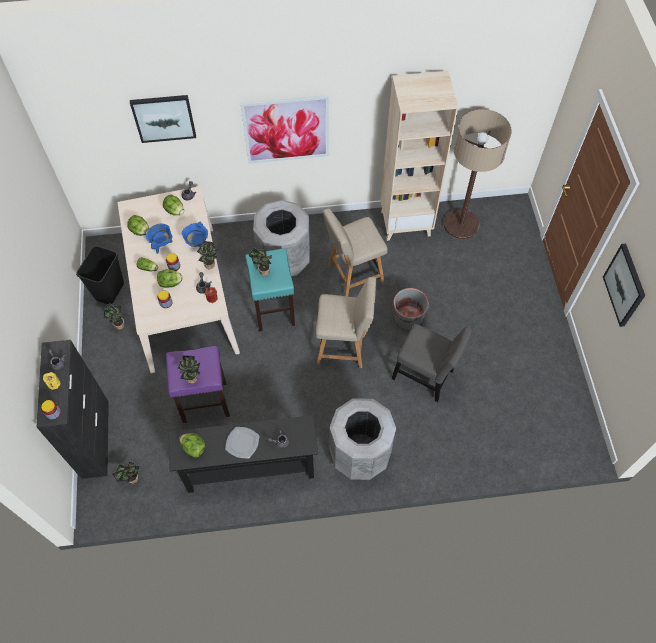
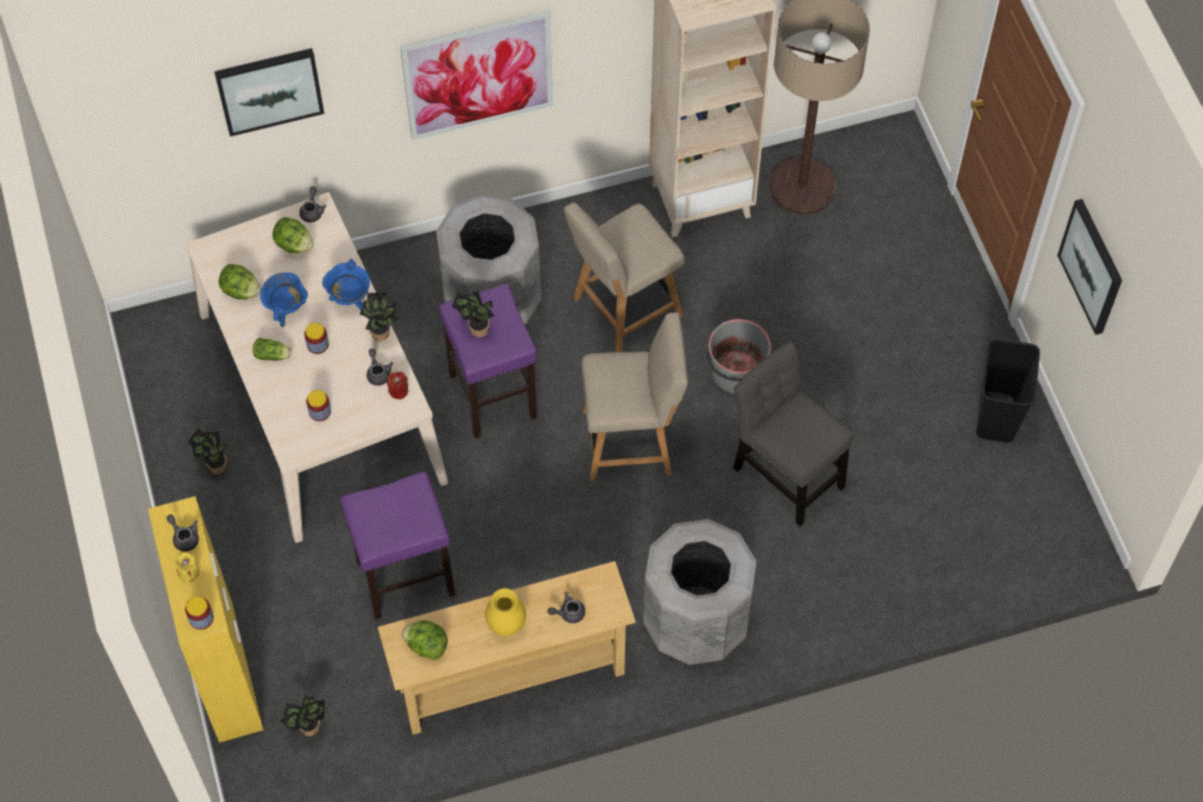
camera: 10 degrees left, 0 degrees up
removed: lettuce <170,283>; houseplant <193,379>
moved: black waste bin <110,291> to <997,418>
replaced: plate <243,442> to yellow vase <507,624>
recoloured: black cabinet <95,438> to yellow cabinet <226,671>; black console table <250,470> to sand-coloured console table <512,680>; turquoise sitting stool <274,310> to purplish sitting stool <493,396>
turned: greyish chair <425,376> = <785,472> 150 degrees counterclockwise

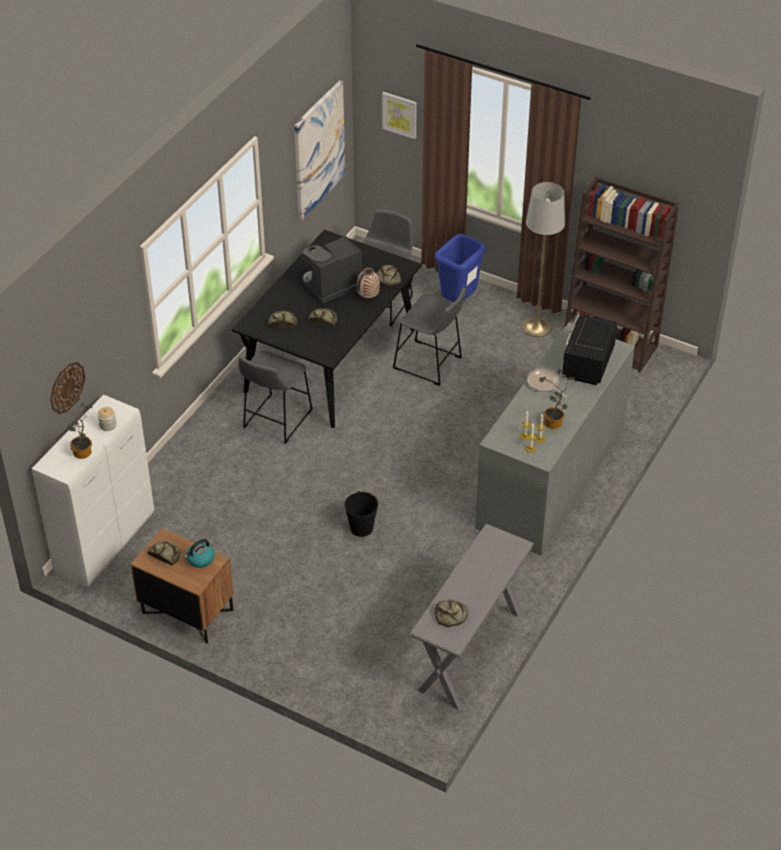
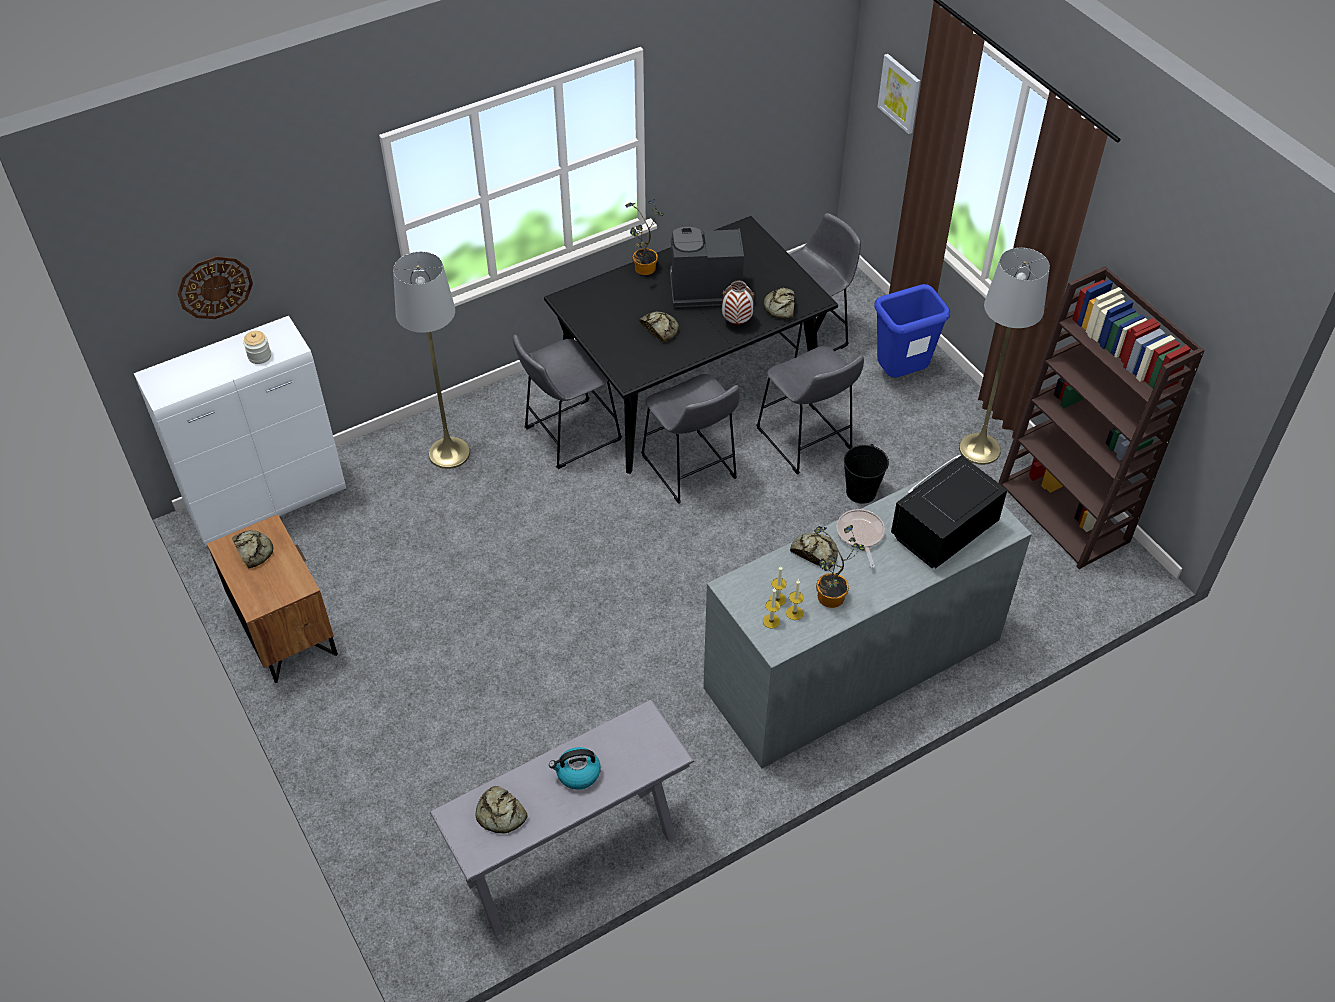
camera: 30 degrees right, 5 degrees up
removed: picture <318,150>
added: greyish standing lamp <449,453>; greyish sitting stool <690,471>
moved: kettle <200,559> to <577,773>; houseplant <82,454> to <644,270>; bakery bread <282,322> to <815,552>; black bucket <361,528> to <860,492>

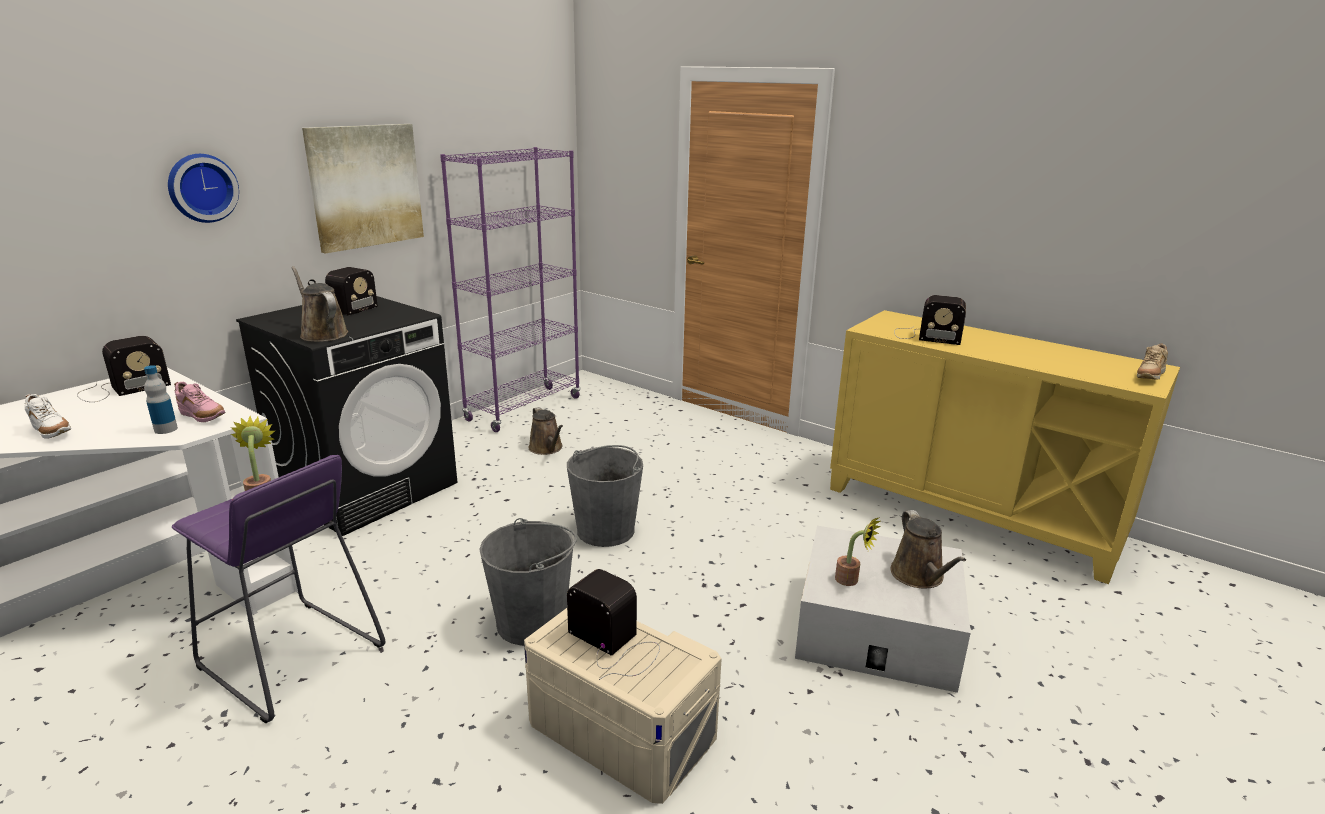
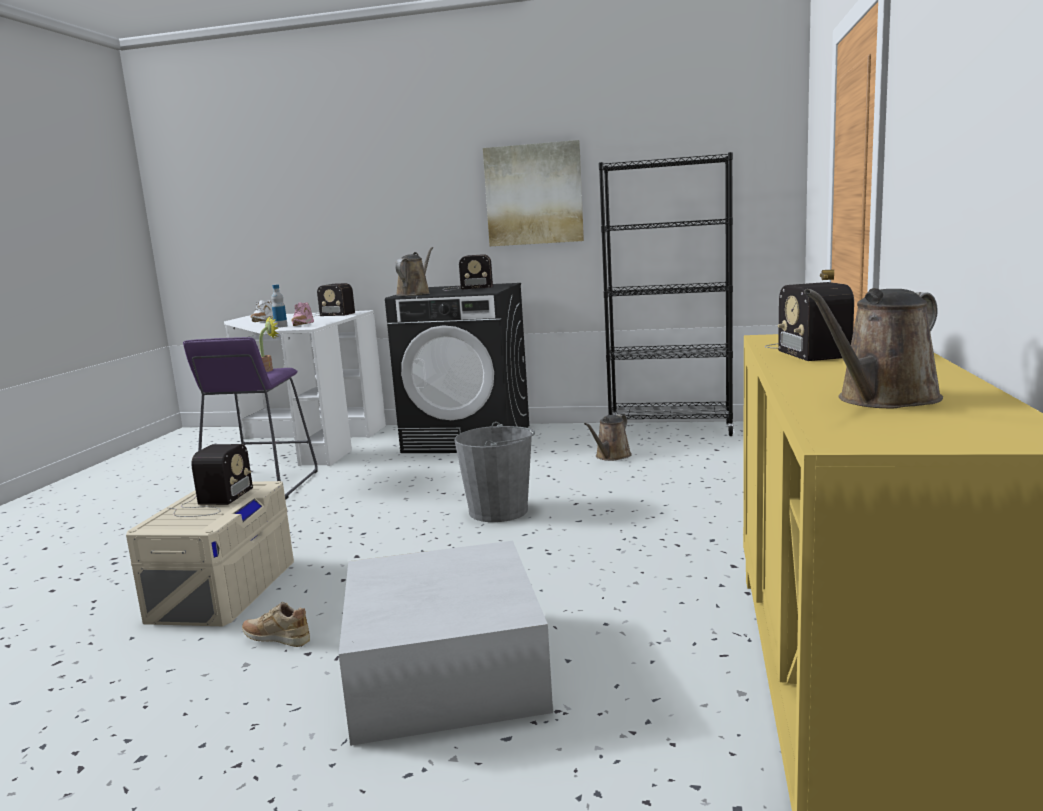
camera: 65 degrees right, 10 degrees down
removed: wall clock <201,187>; greyish bucket <532,622>; houseplant <851,580>
moved: sand-coloured shoe <1149,377> to <277,640>; brownish watering pot <919,576> to <882,400>
recoloured: purplish bookcase <524,409> to black bookcase <670,430>

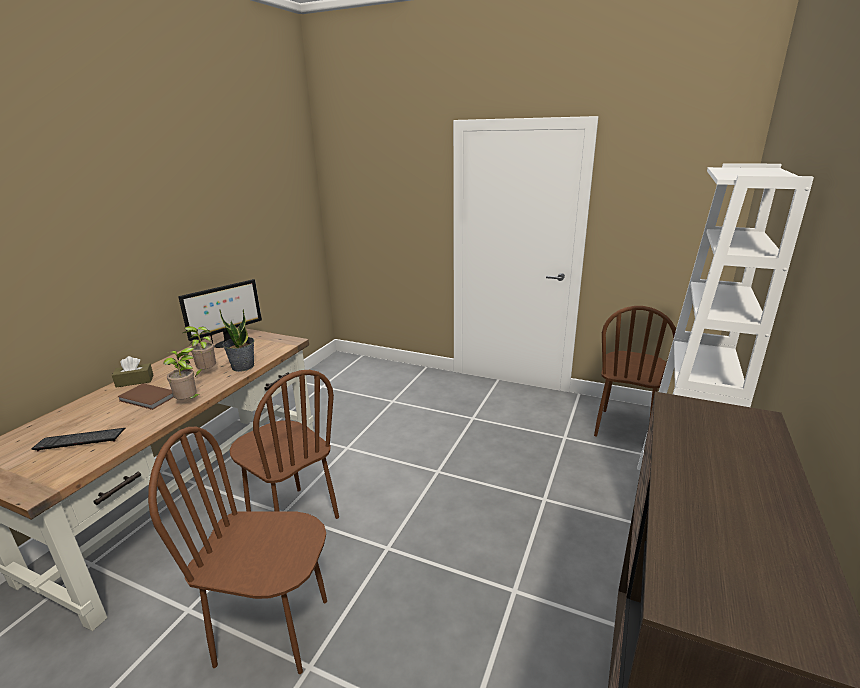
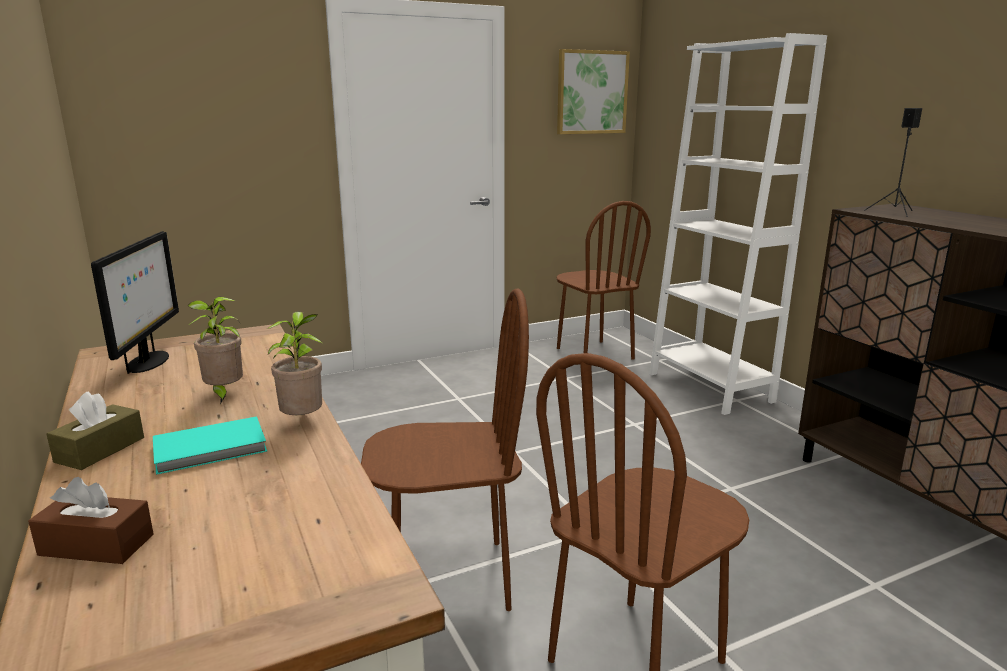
camera: 50 degrees left, 5 degrees down
removed: PC keyboard <80,440>; houseplant <243,366>
added: brownish box of tissues <96,545>; picture <591,92>; black loudspeaker <894,212>
recoloured: brownish bound book <148,398> to turquoise bound book <212,449>

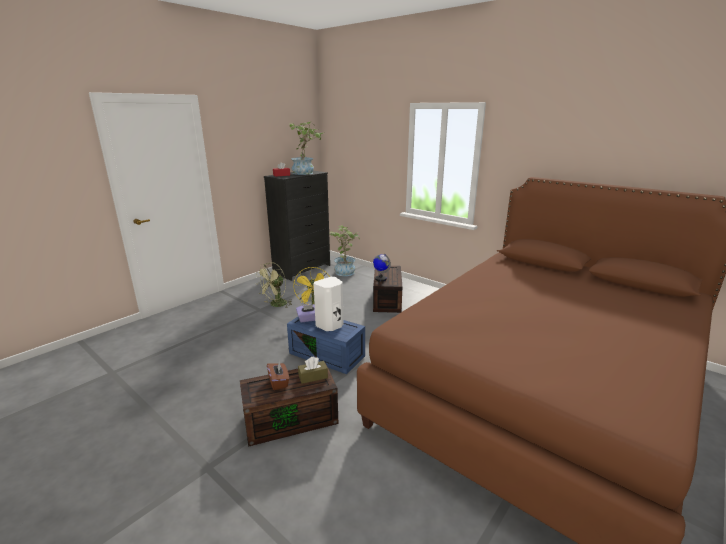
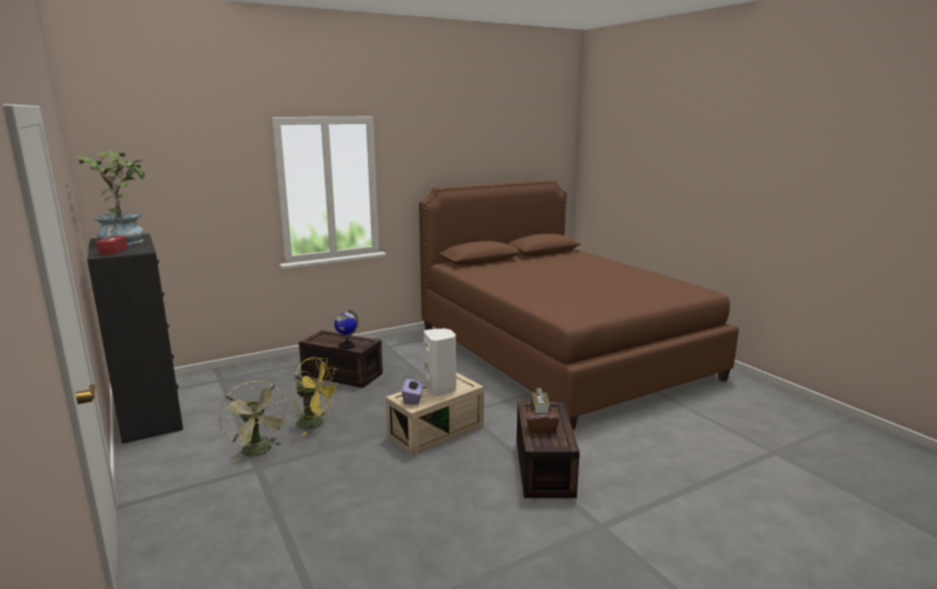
camera: 70 degrees left, 5 degrees down
removed: houseplant <345,271>
recoloured: bluish storage bin <328,354> to sand-coloured storage bin <436,430>

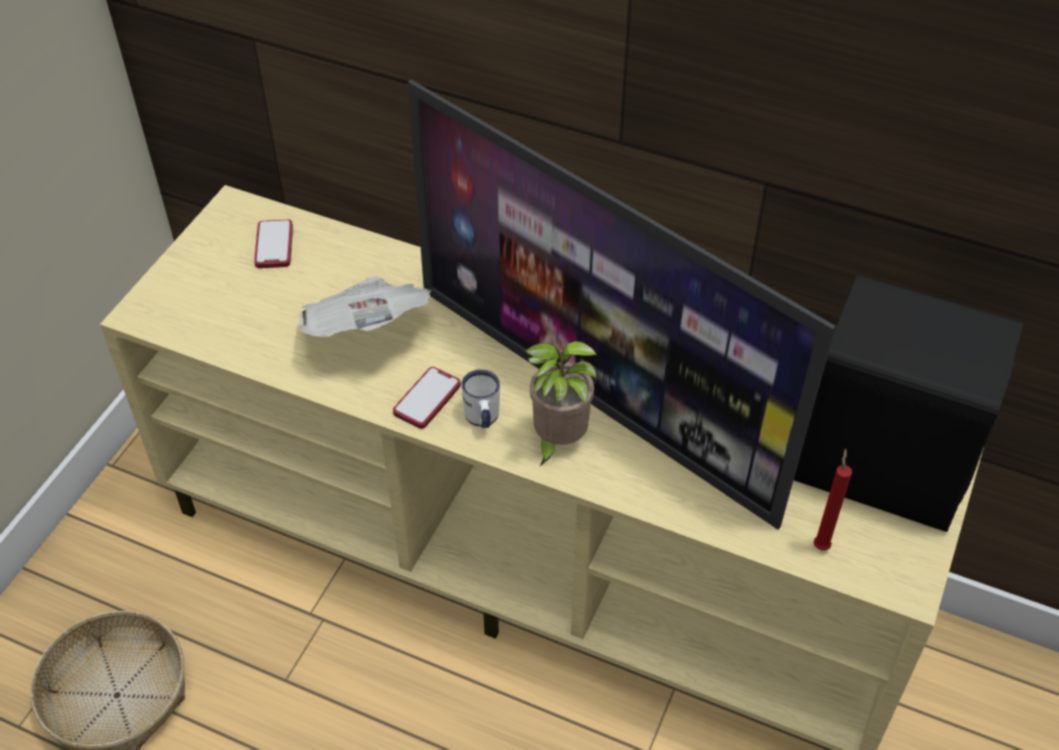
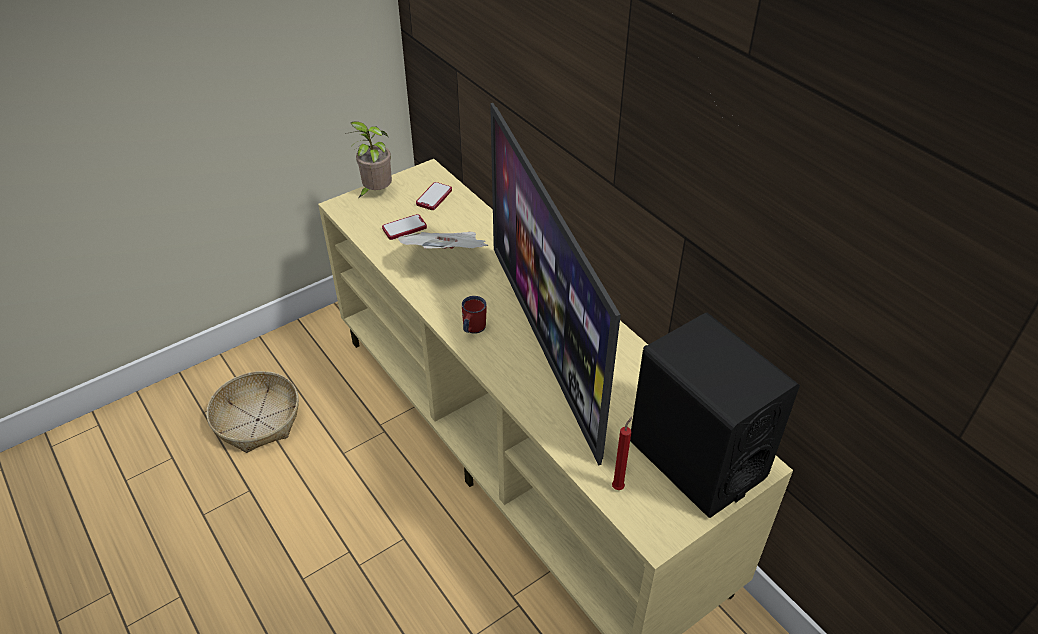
camera: 30 degrees right, 5 degrees down
moved: houseplant <557,441> to <376,192>; telephone <427,399> to <404,228>
recoloured: white coffee mug <482,419> to reddish coffee mug <472,329>

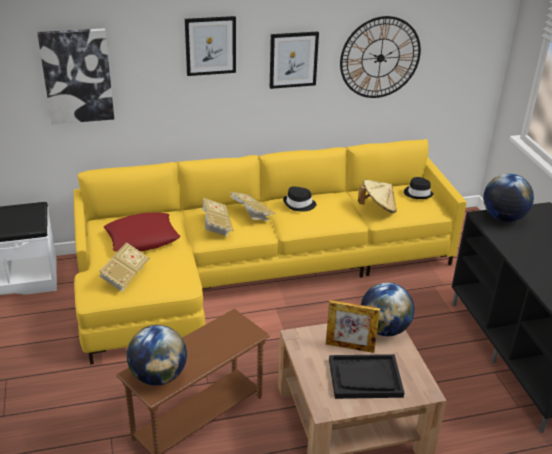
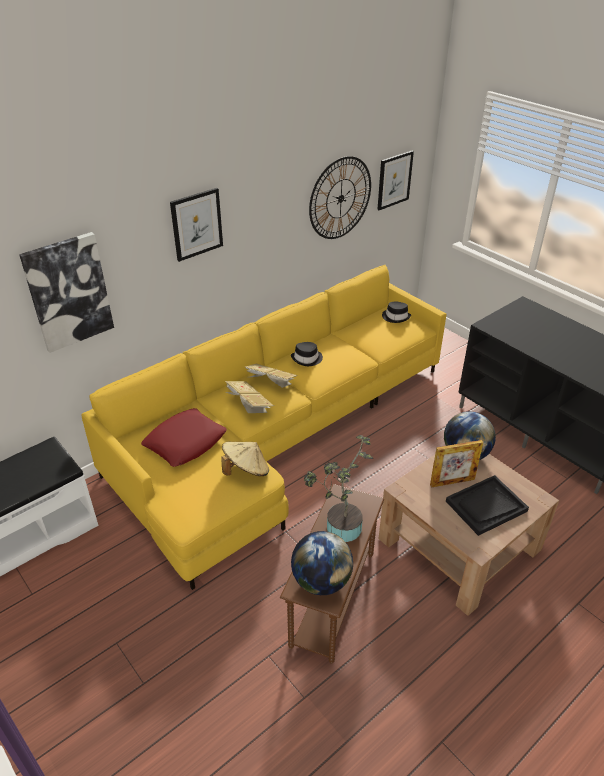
camera: 25 degrees left, 5 degrees up
removed: bound book <125,277>; globe <503,217>
added: houseplant <339,528>
moved: sand-coloured hat <378,208> to <246,470>; picture <293,59> to <394,180>

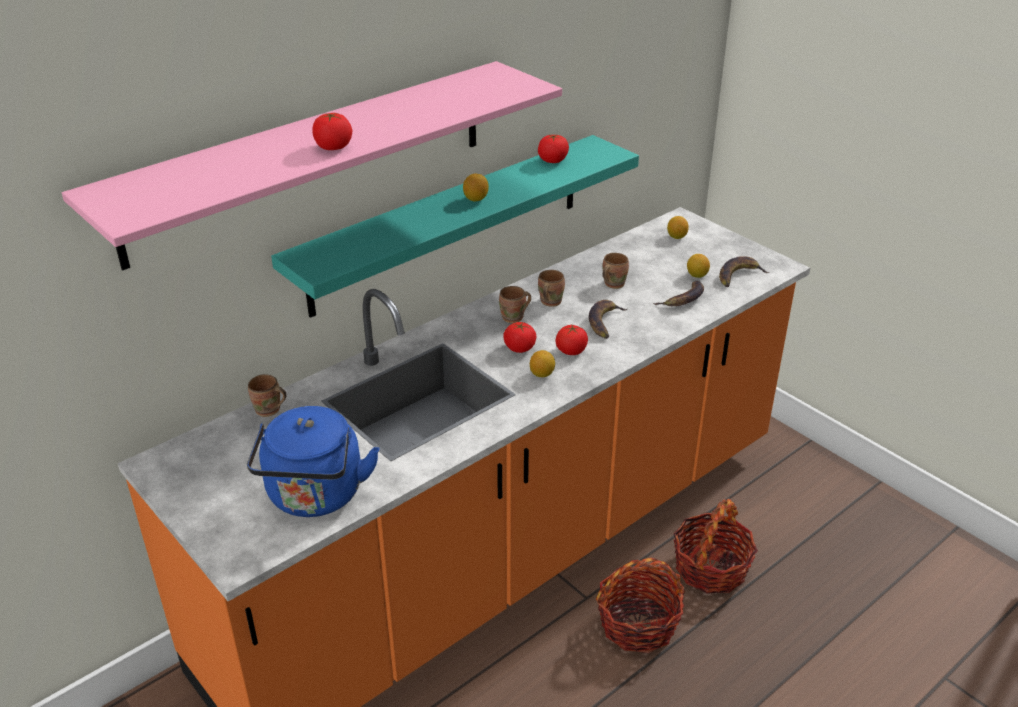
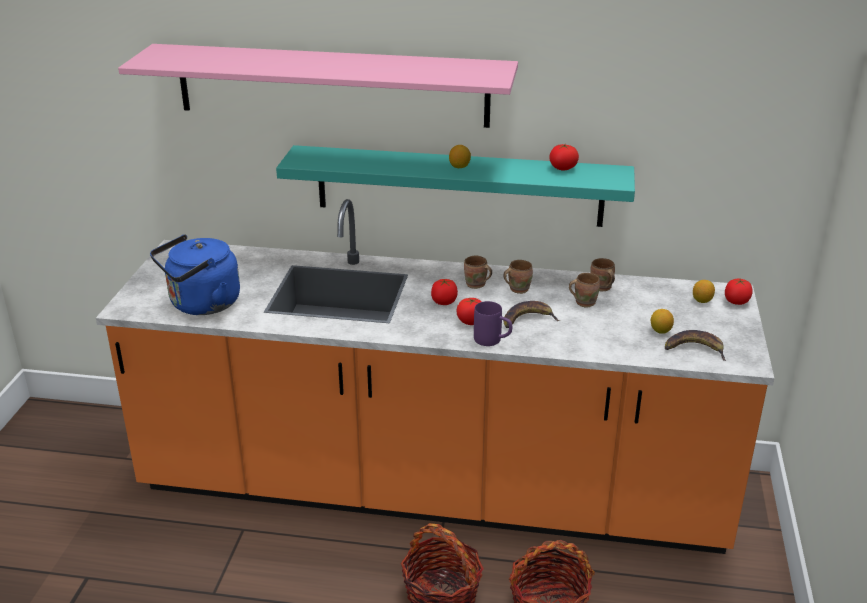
camera: 50 degrees right, 5 degrees down
removed: citrus fruit <542,374>; banana fruit <683,299>
added: purplish coffee mug <493,341>
moved: brownish coffee mug <269,411> to <601,288>; fresh tomato <333,147> to <736,301>

